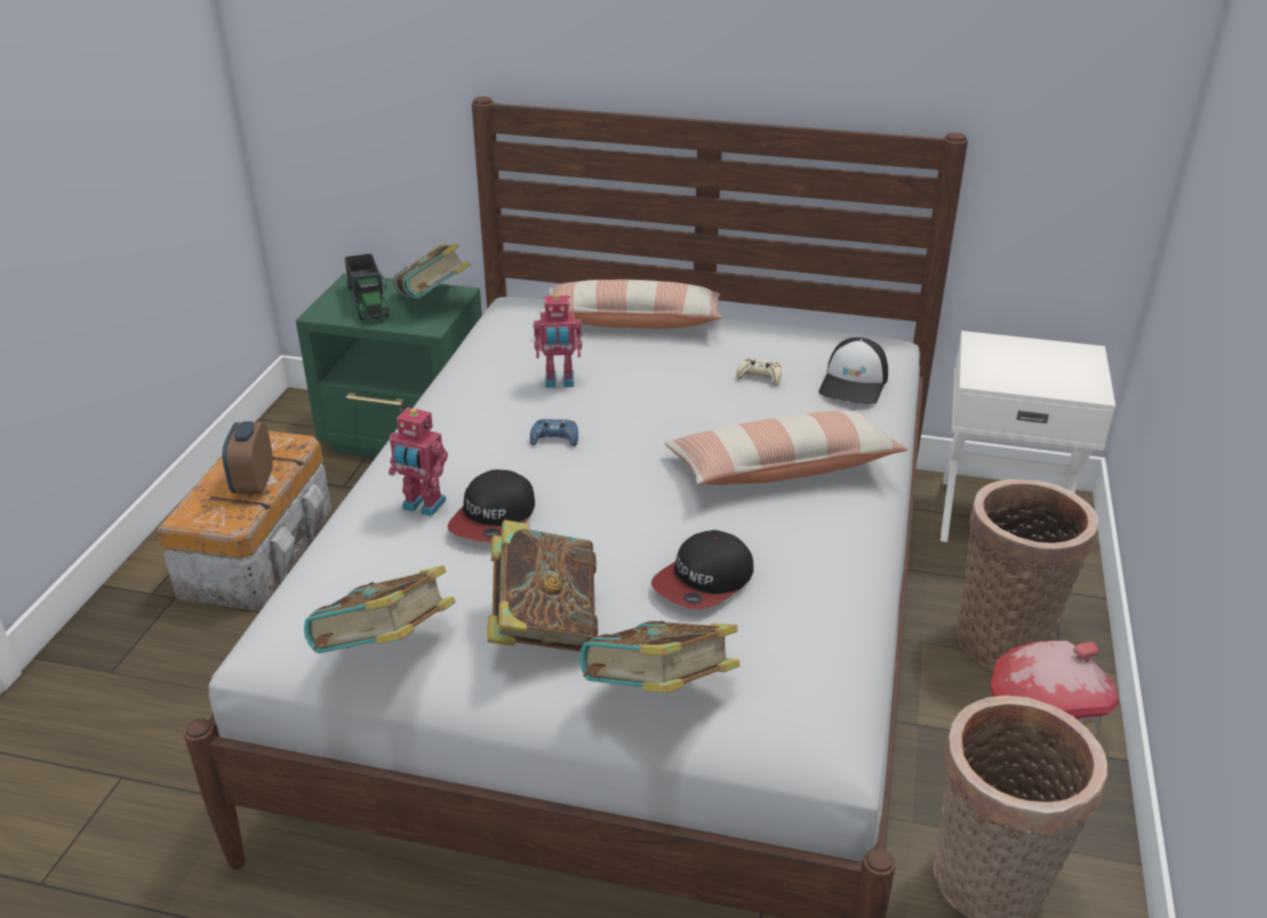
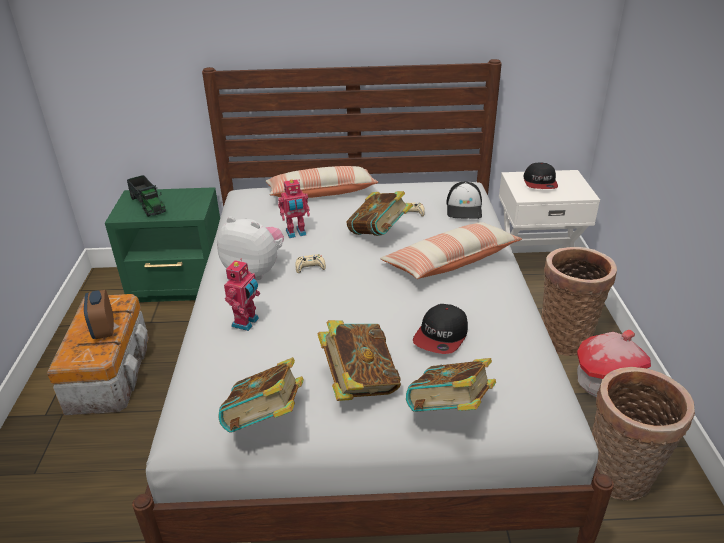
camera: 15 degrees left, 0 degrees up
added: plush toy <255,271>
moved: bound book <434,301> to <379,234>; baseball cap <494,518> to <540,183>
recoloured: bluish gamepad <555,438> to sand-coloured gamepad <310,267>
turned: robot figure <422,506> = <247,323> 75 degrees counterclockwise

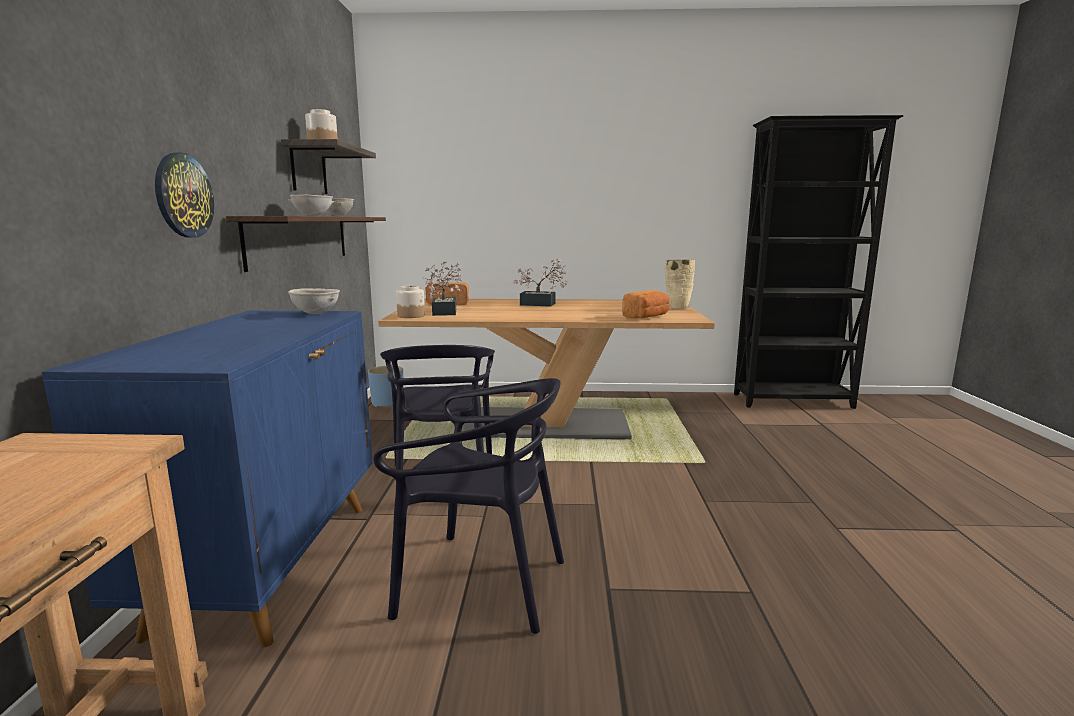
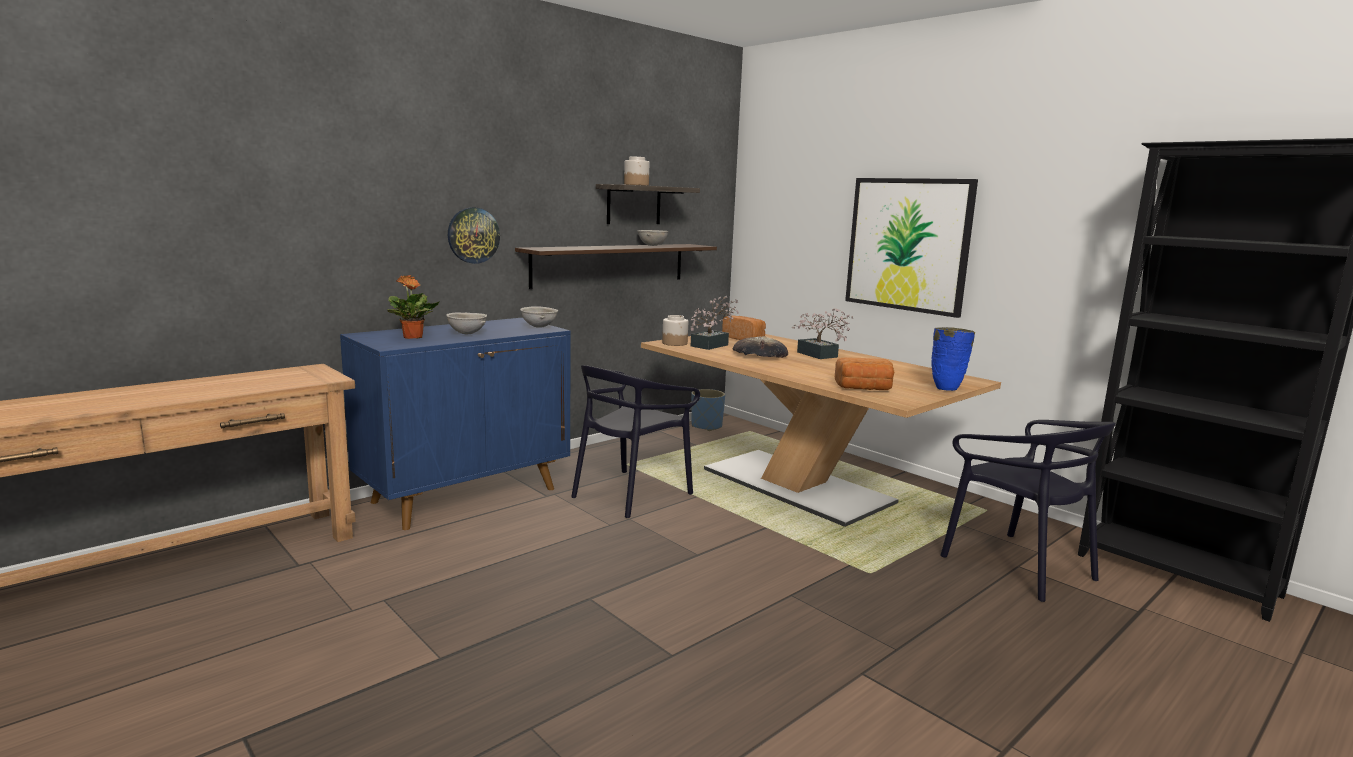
camera: 45 degrees right, 0 degrees up
added: houseplant <413,337>; bakery bread <759,354>; picture <908,244>
moved: greyish deep dish <312,216> to <467,333>; black chair <481,583> to <1018,565>
recoloured: sand-coloured vase <677,307> to bluish vase <947,388>

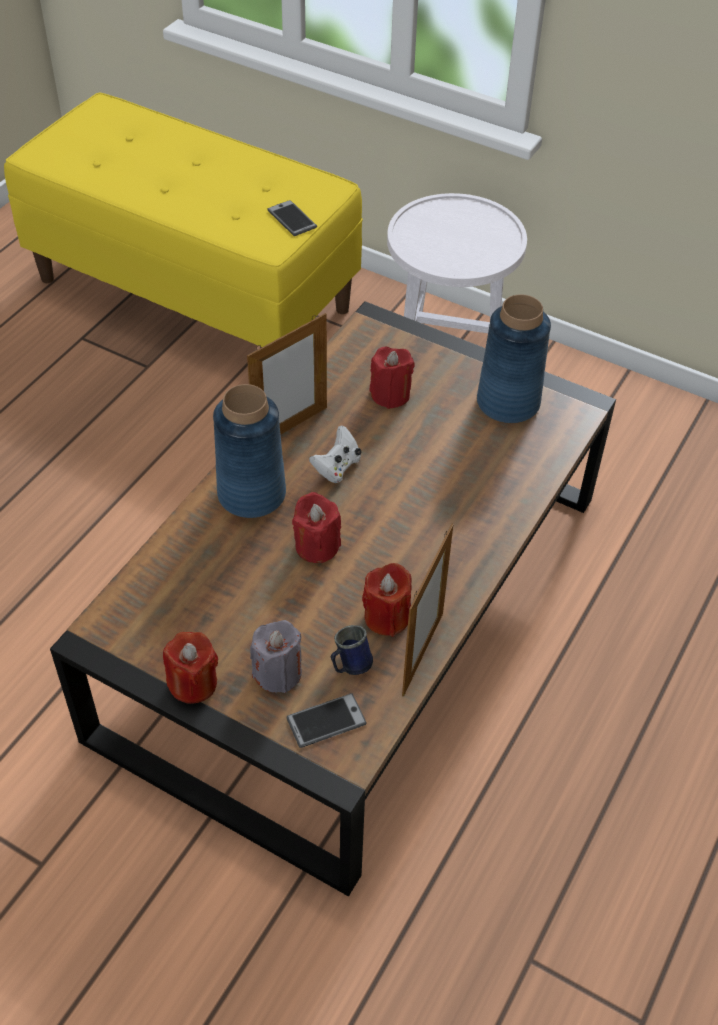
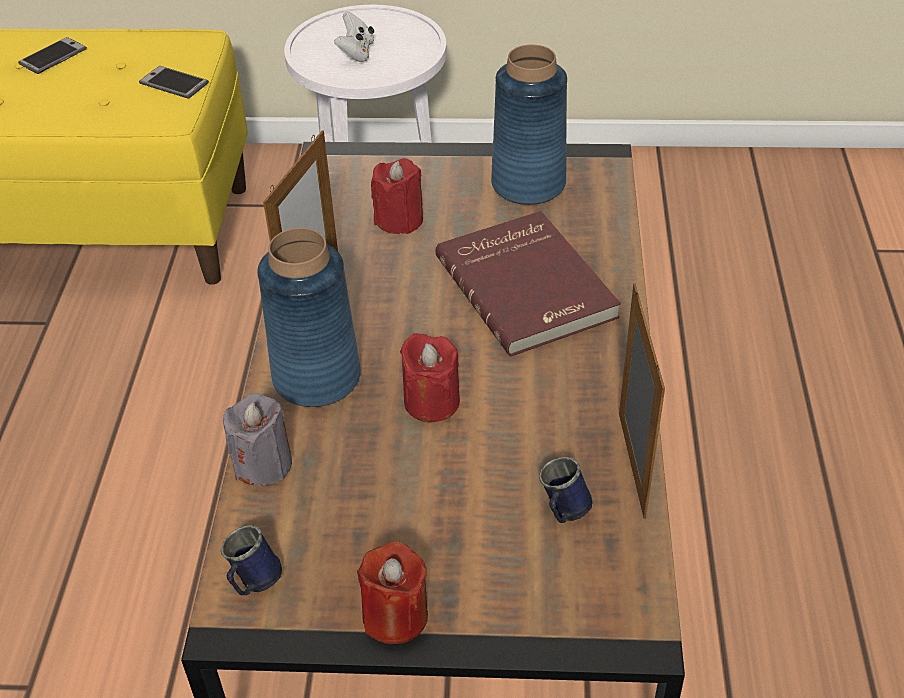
camera: 25 degrees left, 5 degrees down
removed: reddish wax light <387,617>
added: bluish coffee mug <253,583>; reddish bound book <528,286>
moved: telephone <326,721> to <53,57>; greyish wax light <278,673> to <263,464>; white gamepad <337,467> to <356,52>

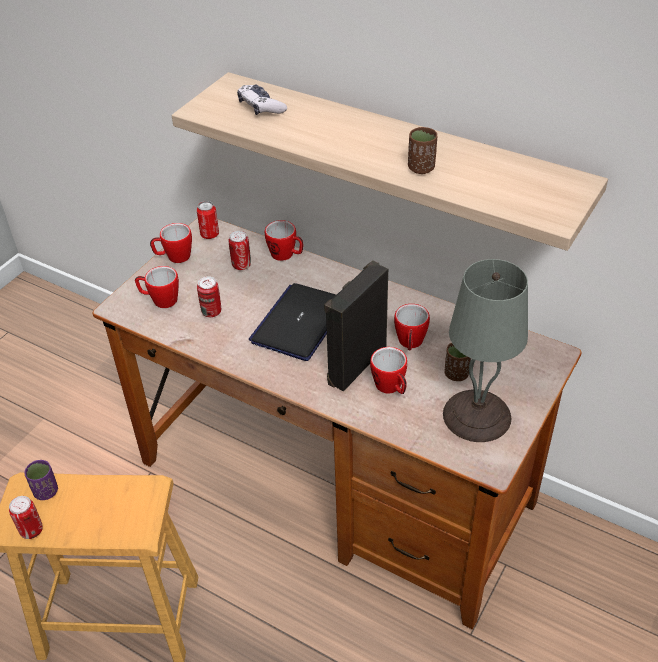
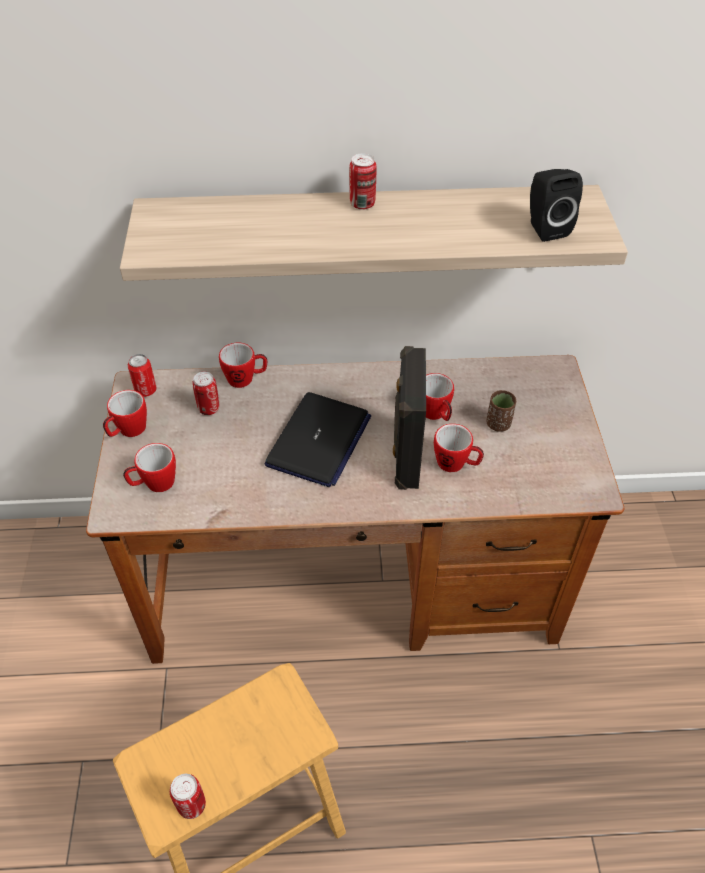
camera: 35 degrees left, 5 degrees up
removed: purplish cup <46,491>; gamepad <261,107>; brownish cup <421,168>; greyish tabletop lamp <478,416>
added: black loudspeaker <545,228>
moved: sealed can <211,312> to <362,204>
turned: notebook computer <299,322> = <318,441> 150 degrees counterclockwise

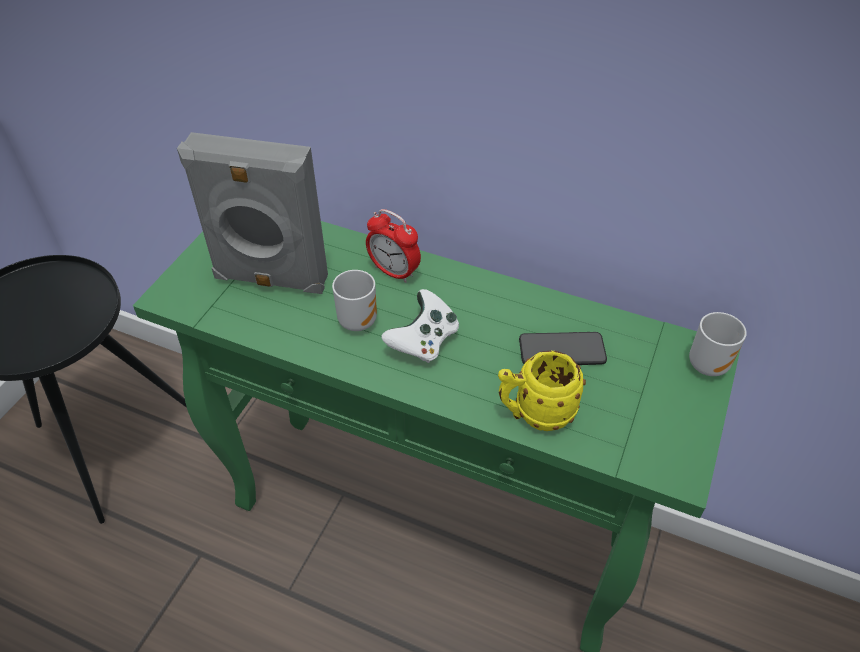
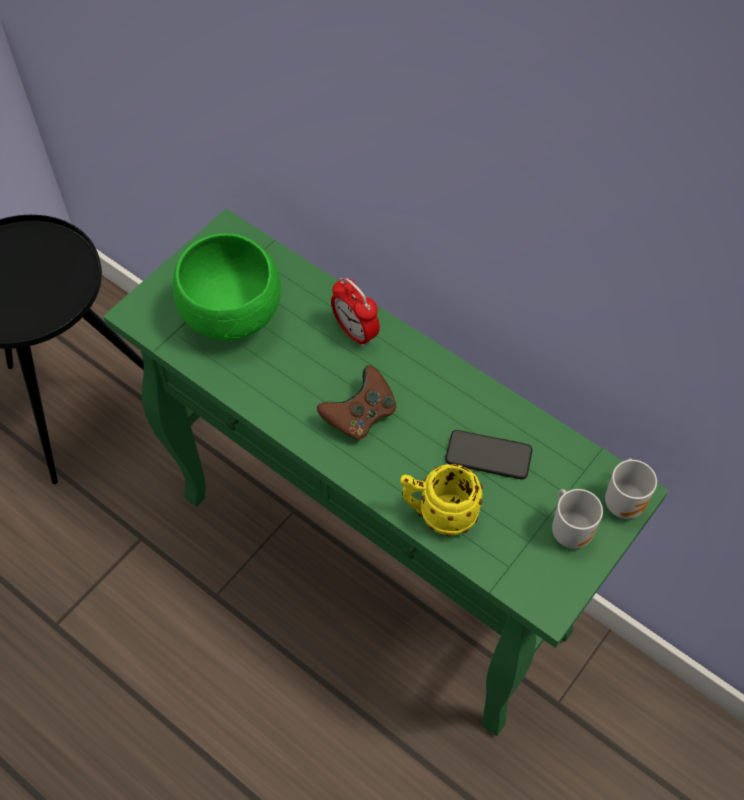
camera: 15 degrees right, 10 degrees up
moved: coffee mug <357,320> to <571,530>
replaced: greyish loudspeaker <270,280> to greenish deep dish <234,316>
recoloured: white gamepad <423,341> to brownish gamepad <360,416>

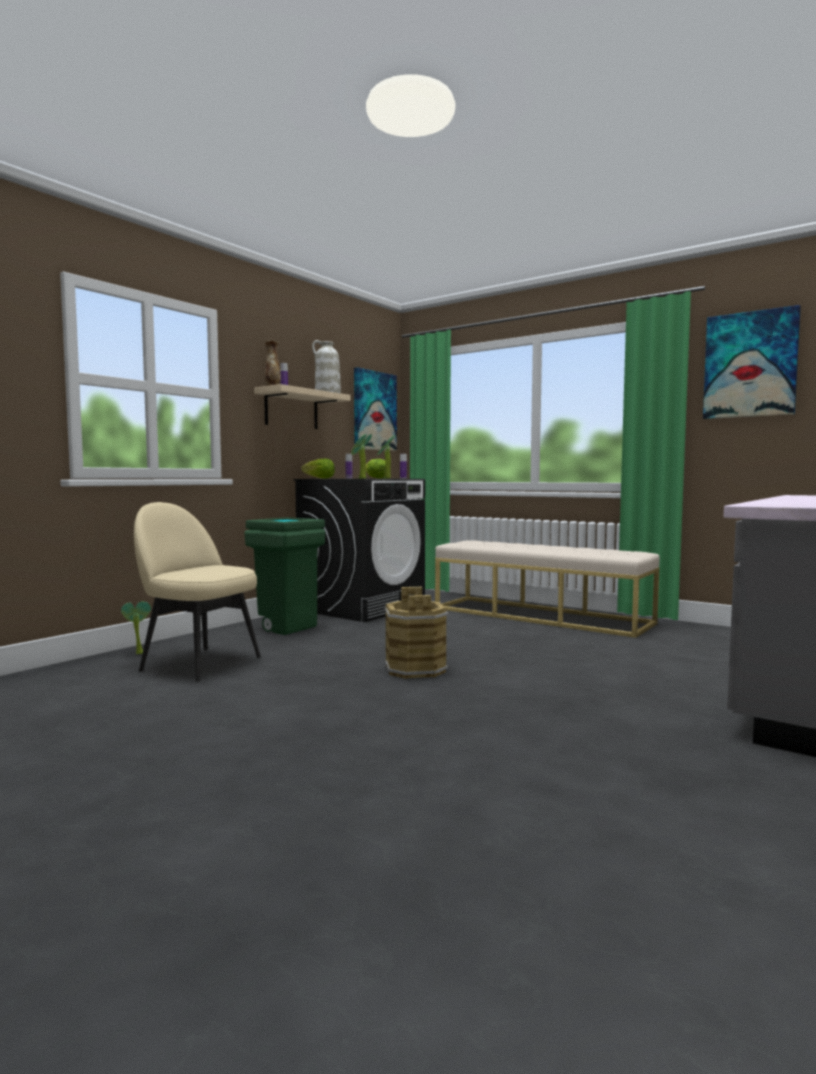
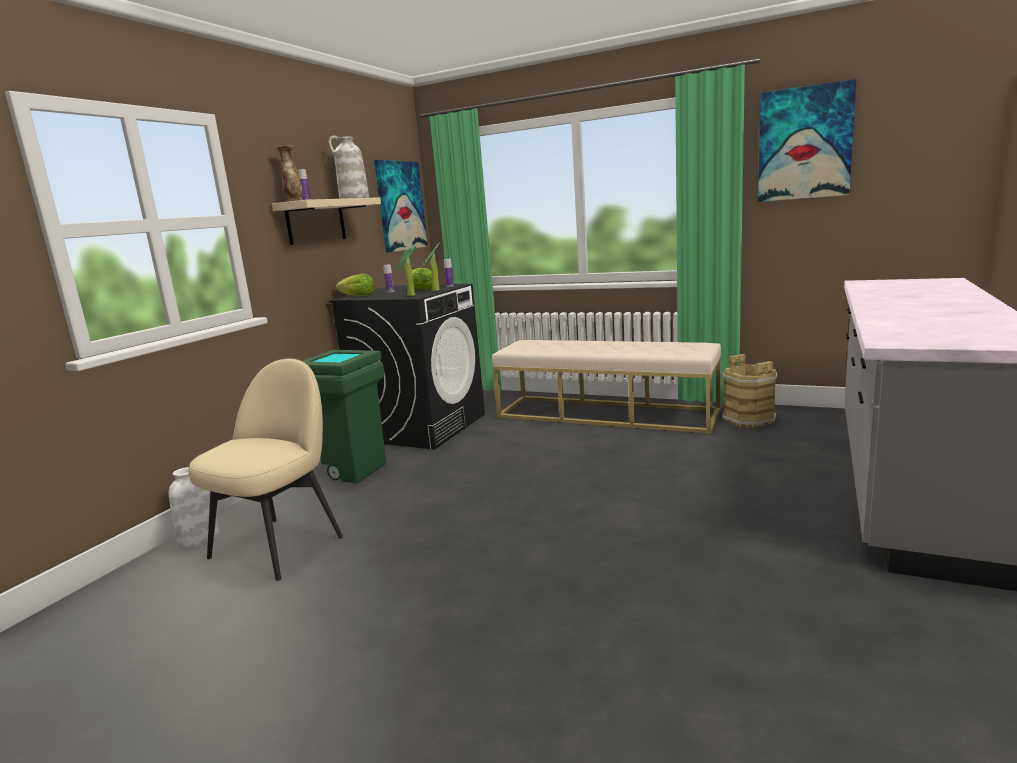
camera: 10 degrees left, 10 degrees up
moved: brownish bucket <416,669> to <749,419>
replaced: houseplant <137,653> to white vase <200,540>
turned: sand-coloured chair <199,663> = <279,545> 105 degrees clockwise

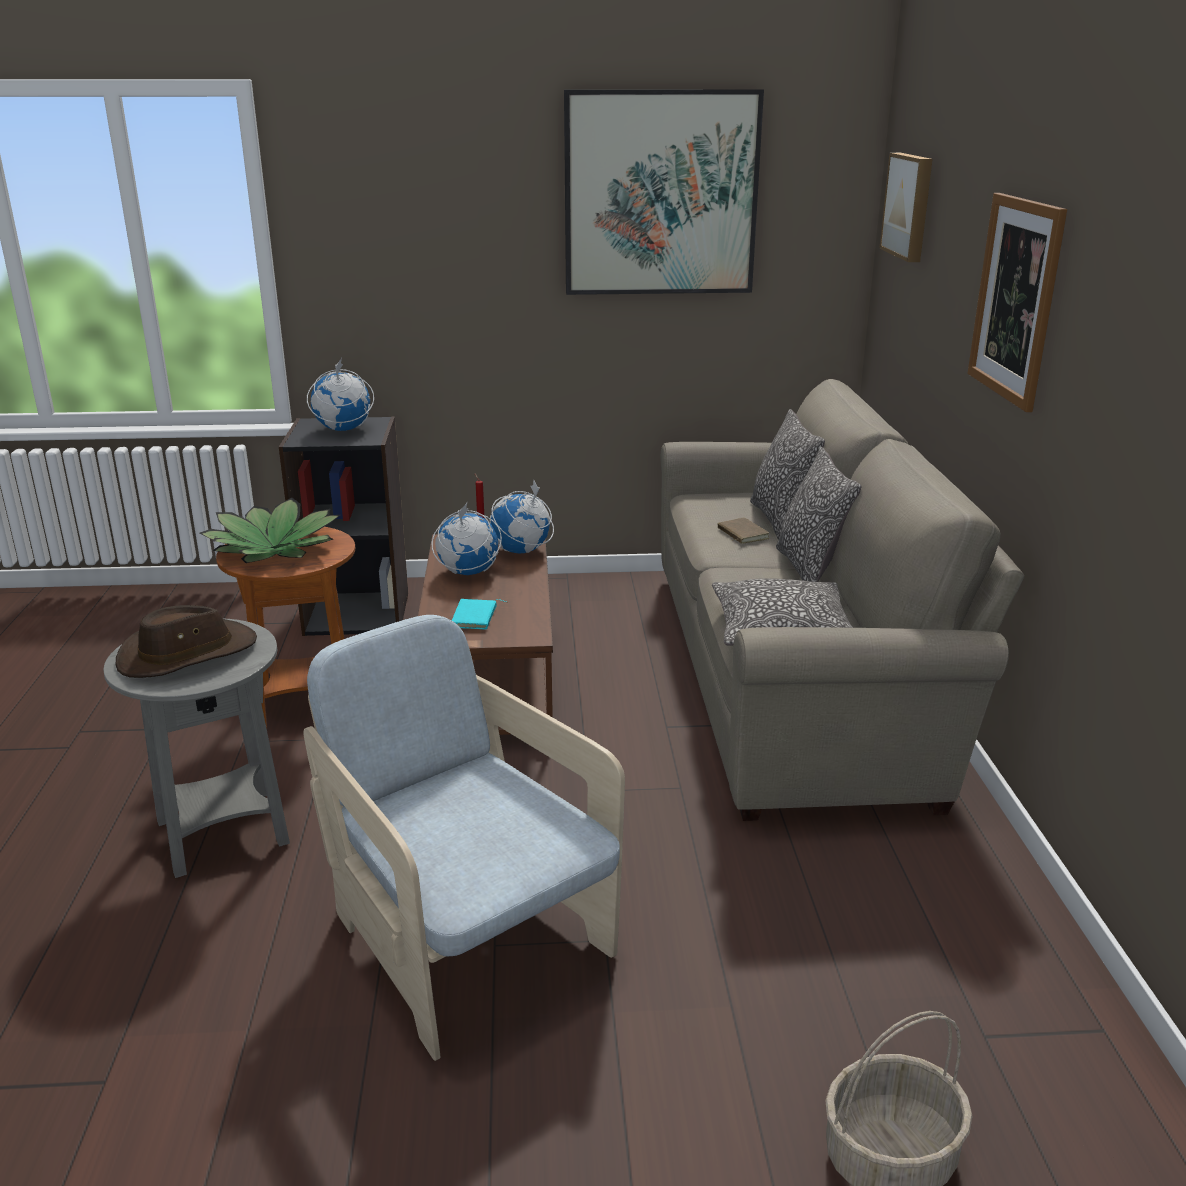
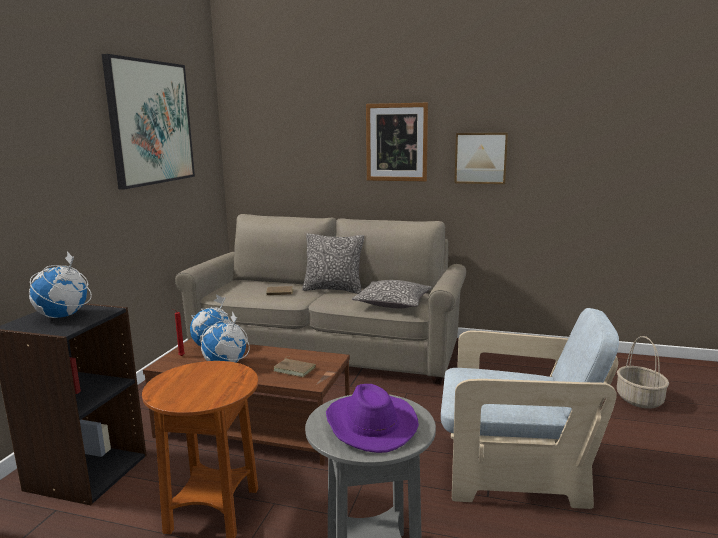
camera: 70 degrees left, 10 degrees down
removed: houseplant <275,548>; cushion <780,520>
moved: picture <910,206> to <481,158>
recoloured: turquoise bound book <476,618> to brownish bound book <295,369>; brownish hat <187,654> to purplish hat <369,424>
turned: sand-coloured lounge chair <467,941> = <514,471> 150 degrees counterclockwise

